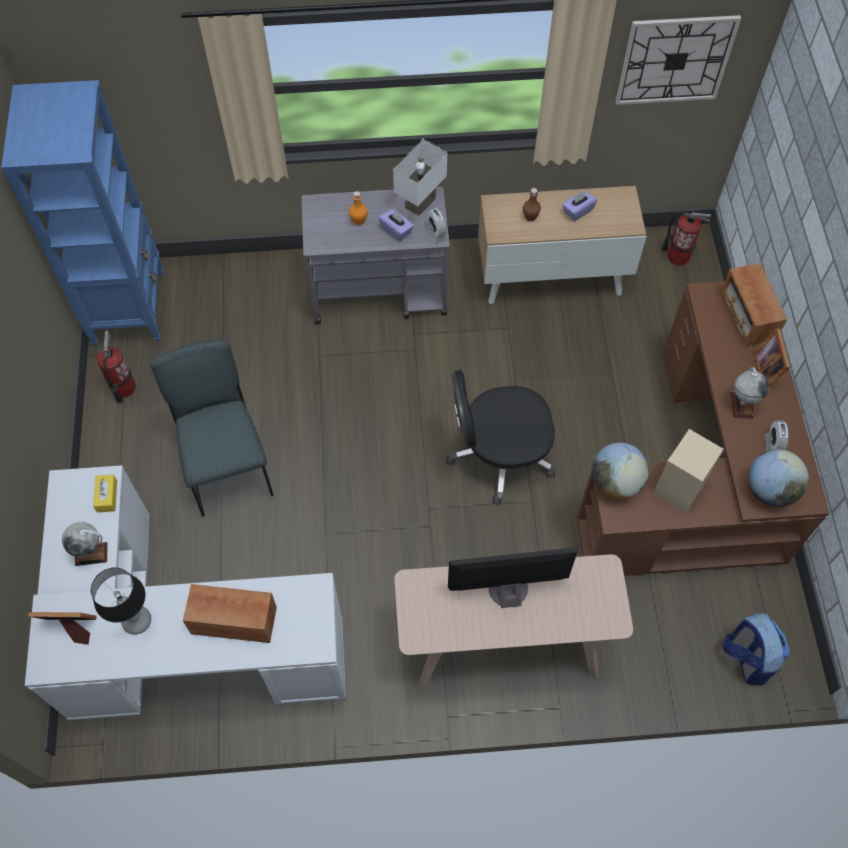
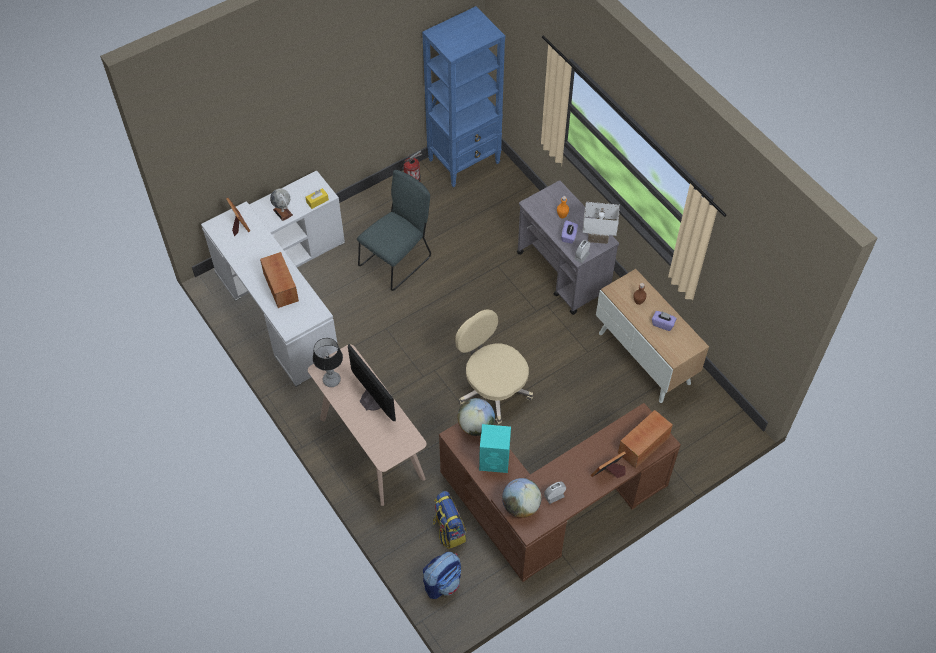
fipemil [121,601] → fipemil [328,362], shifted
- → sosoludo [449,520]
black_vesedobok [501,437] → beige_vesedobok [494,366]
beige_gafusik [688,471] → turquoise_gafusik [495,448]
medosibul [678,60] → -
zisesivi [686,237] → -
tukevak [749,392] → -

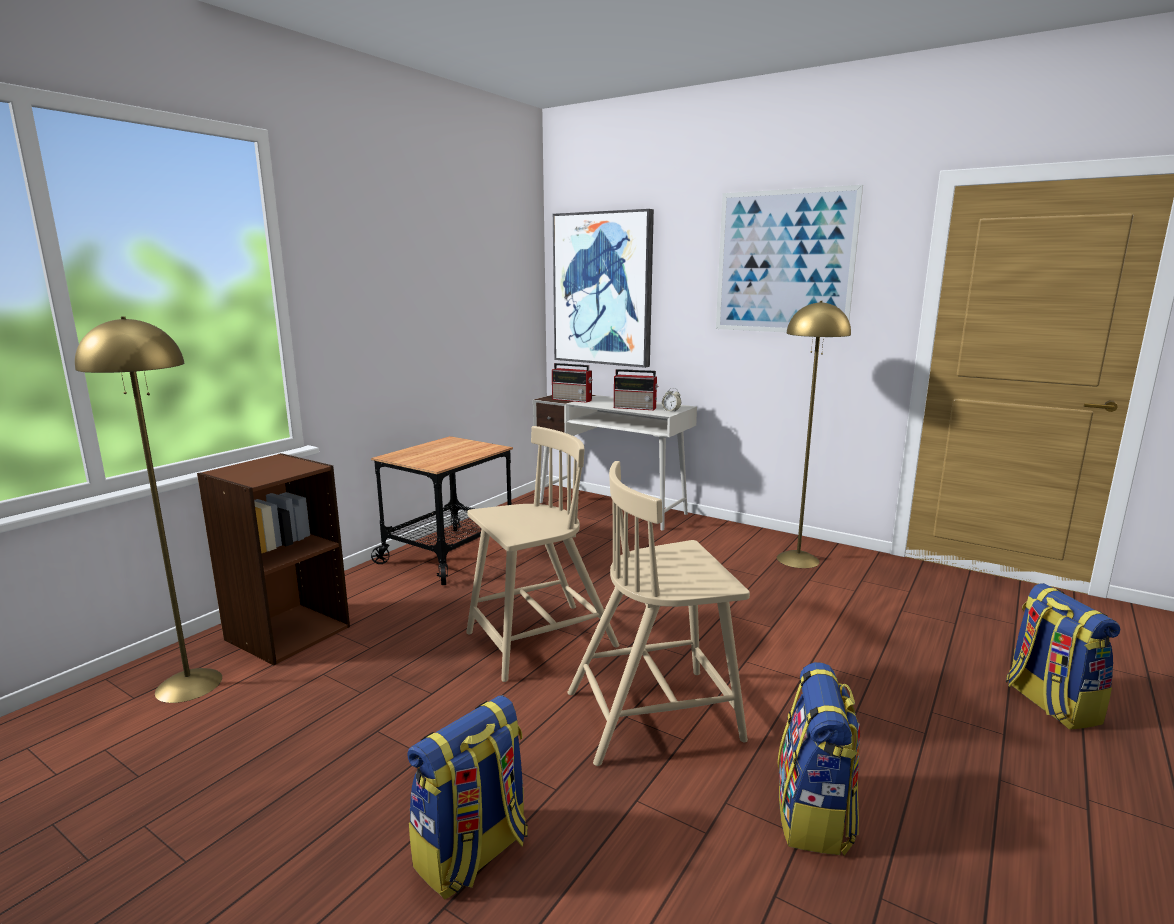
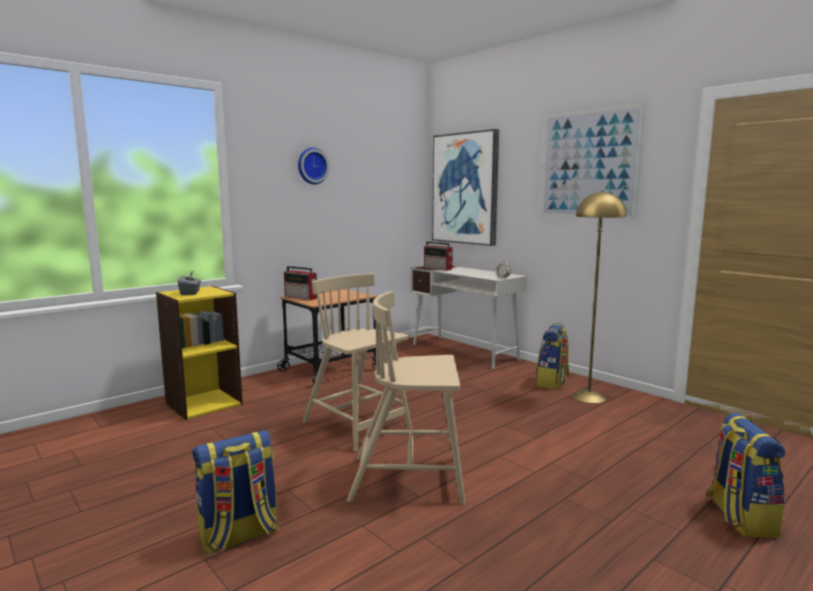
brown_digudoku [273,559] → yellow_digudoku [199,353]
- → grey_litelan [189,283]
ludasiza [636,389] → ludasiza [300,283], shifted
- → medosibul [313,166]
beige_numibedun [542,554] → beige_numibedun [357,362], 120 degrees counterclockwise
sosoludo [818,758] → sosoludo [552,356], shifted
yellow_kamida [148,509] → -

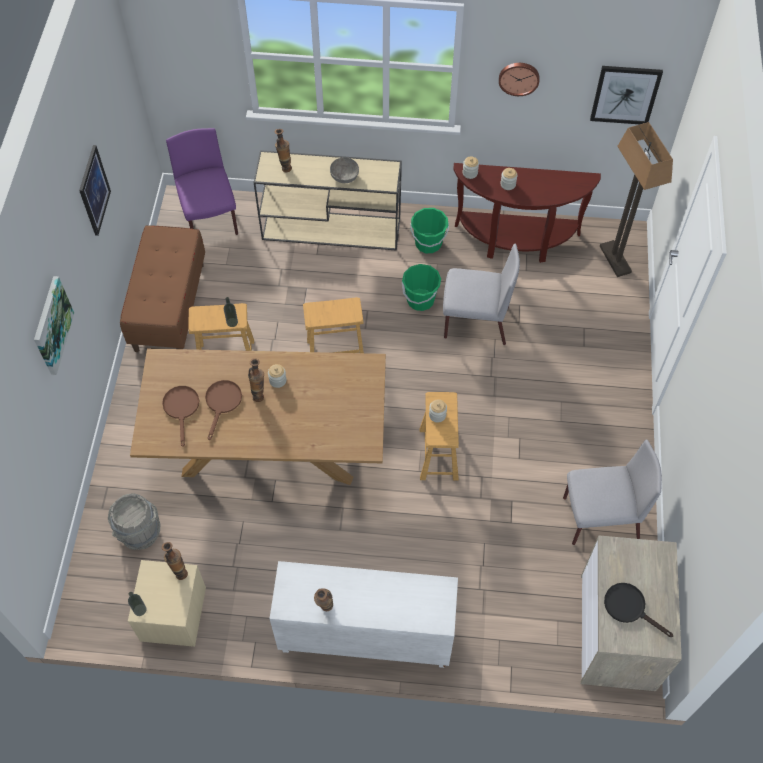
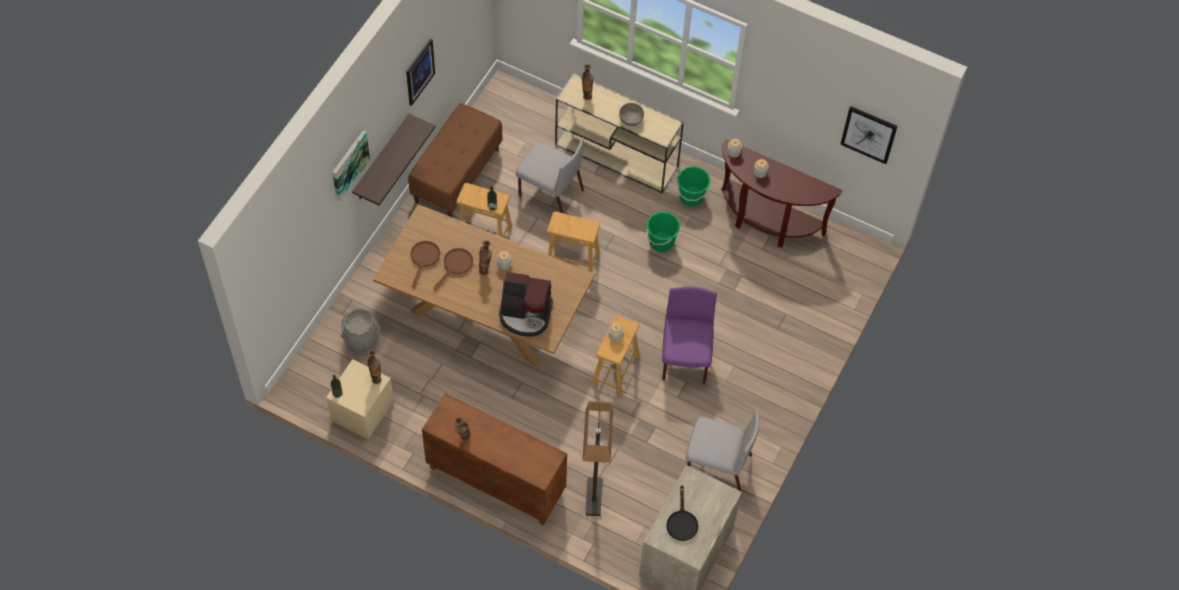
- → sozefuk [393,160]
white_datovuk [363,614] → brown_datovuk [494,459]
- → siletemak [526,304]
grey_numibedun [481,294] → grey_numibedun [550,175], shifted
kamida [636,199] → kamida [597,458], shifted
purple_numibedun [202,181] → purple_numibedun [689,335], shifted
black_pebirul [638,610] → black_pebirul [682,513], 150 degrees counterclockwise
medosibul [519,79] → -

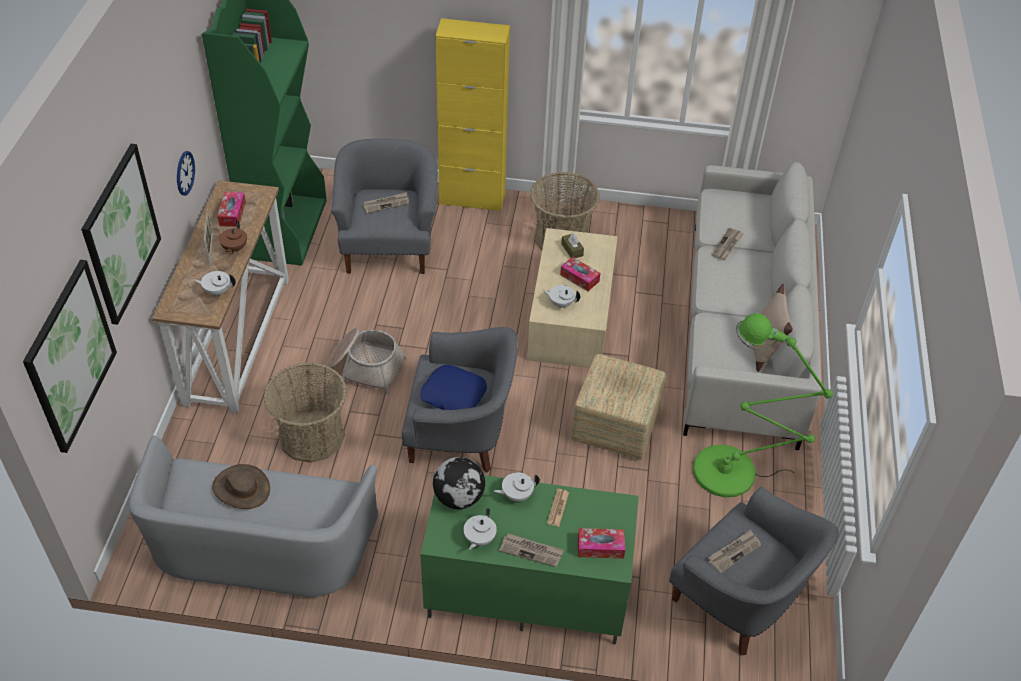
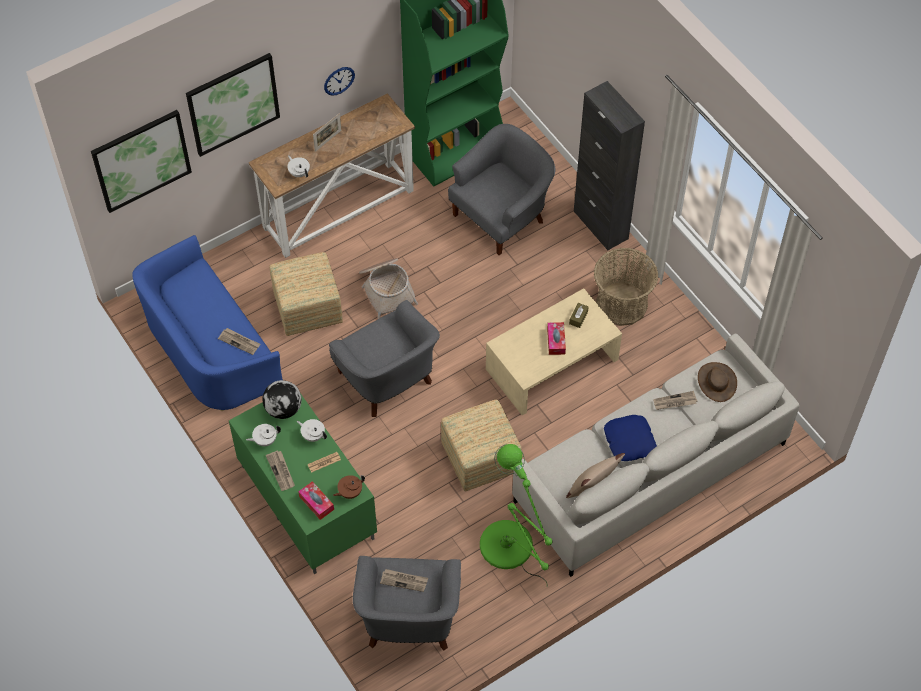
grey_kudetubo [253,516] → blue_kudetubo [207,323]
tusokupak [386,202] → tusokupak [239,341], shifted
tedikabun [305,412] → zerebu [306,294]
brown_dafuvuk [233,236] → brown_dafuvuk [349,487], shifted
yellow_datovuk [472,115] → black_datovuk [609,166]
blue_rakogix [453,387] → blue_rakogix [630,438], shifted
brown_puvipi [241,486] → brown_puvipi [717,382], shifted
litelan [231,209] → -
white_dafuvuk [561,296] → -

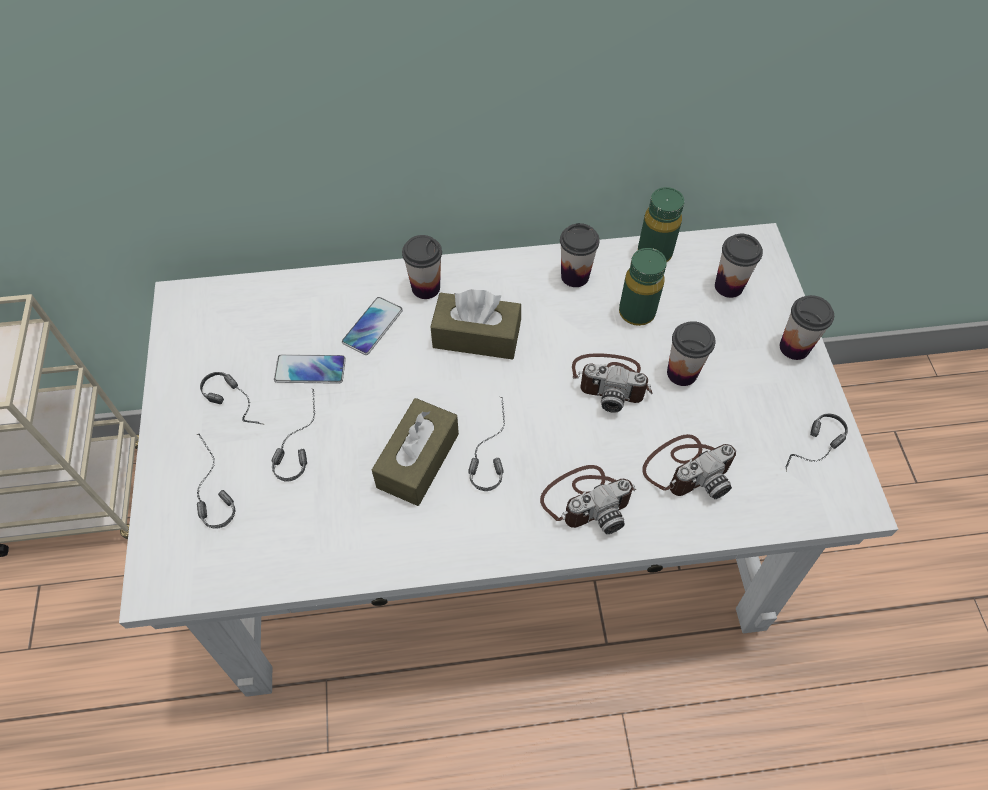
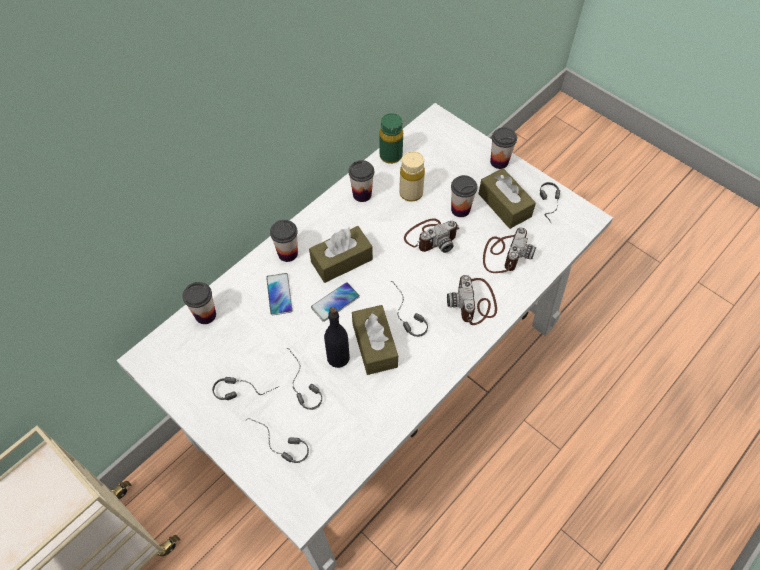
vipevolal [739,266] → vipevolal [199,303], shifted
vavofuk [310,369] → vavofuk [335,302], shifted
- → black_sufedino [337,337]
green_sufedino [643,287] → beige_sufedino [412,176]
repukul [588,499] → repukul [472,300], 150 degrees clockwise
- → brown_litelan [507,198]

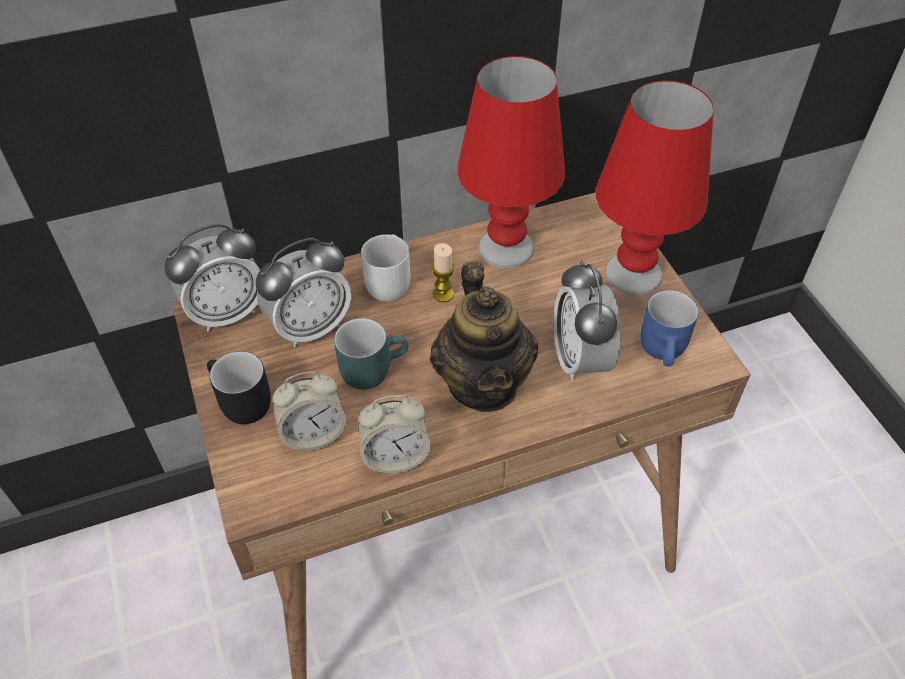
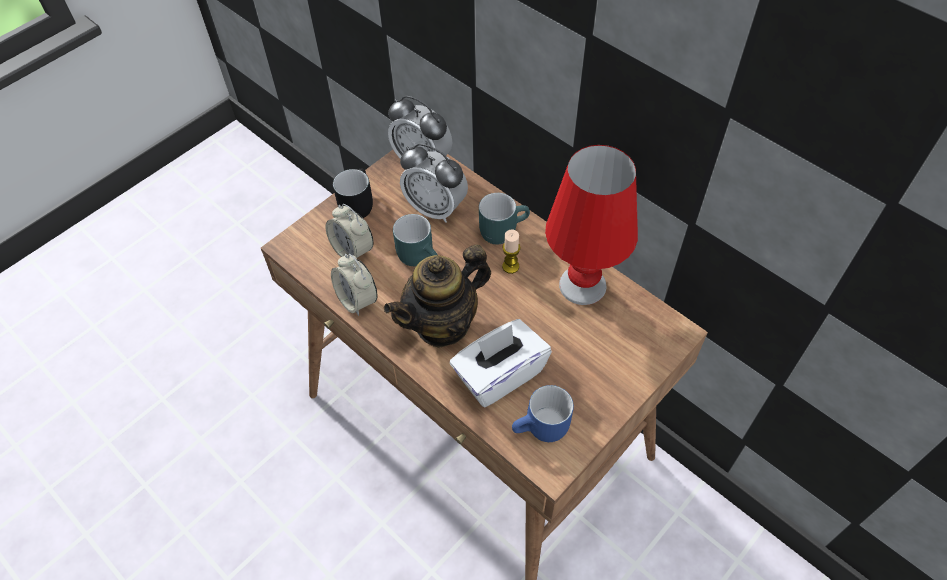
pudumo [587,321] → white_litelan [501,363]
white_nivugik [385,267] → turquoise_nivugik [504,219]
red_fipemil [654,187] → -

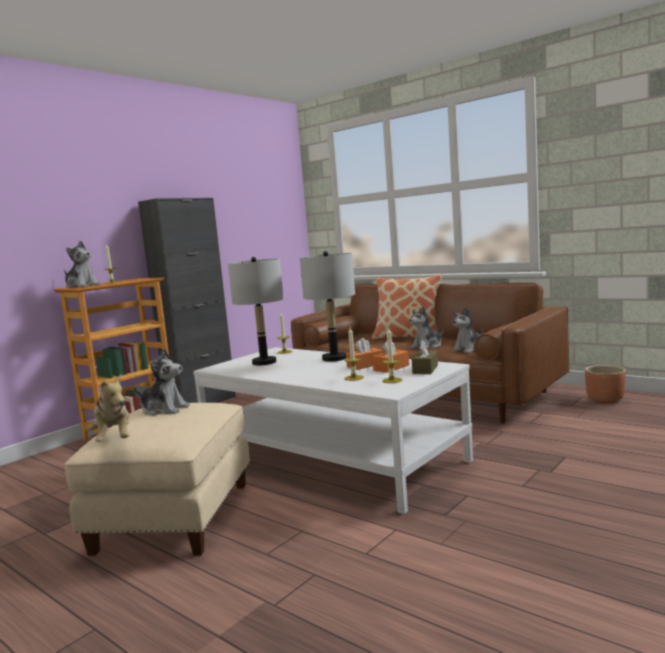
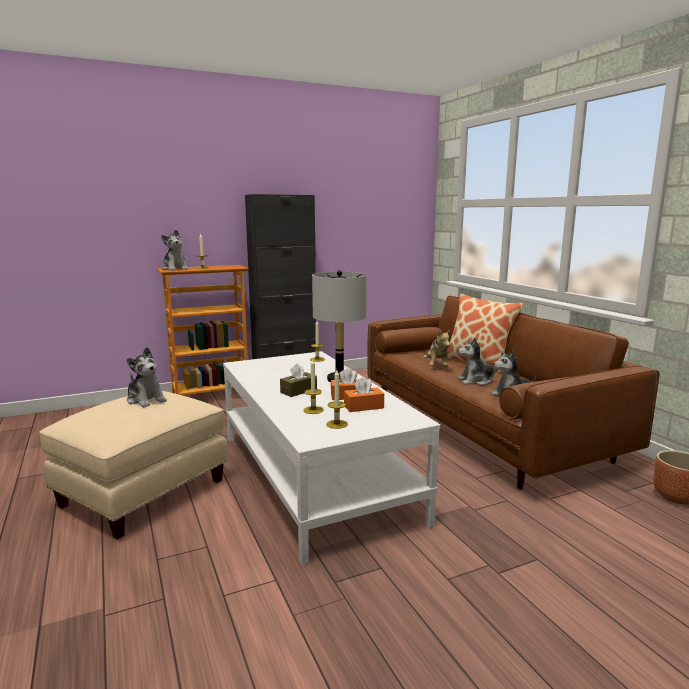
brown_litelan [425,357] → brown_litelan [298,380], shifted
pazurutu [108,408] → pazurutu [436,348], shifted
grey_fipemil [256,311] → -

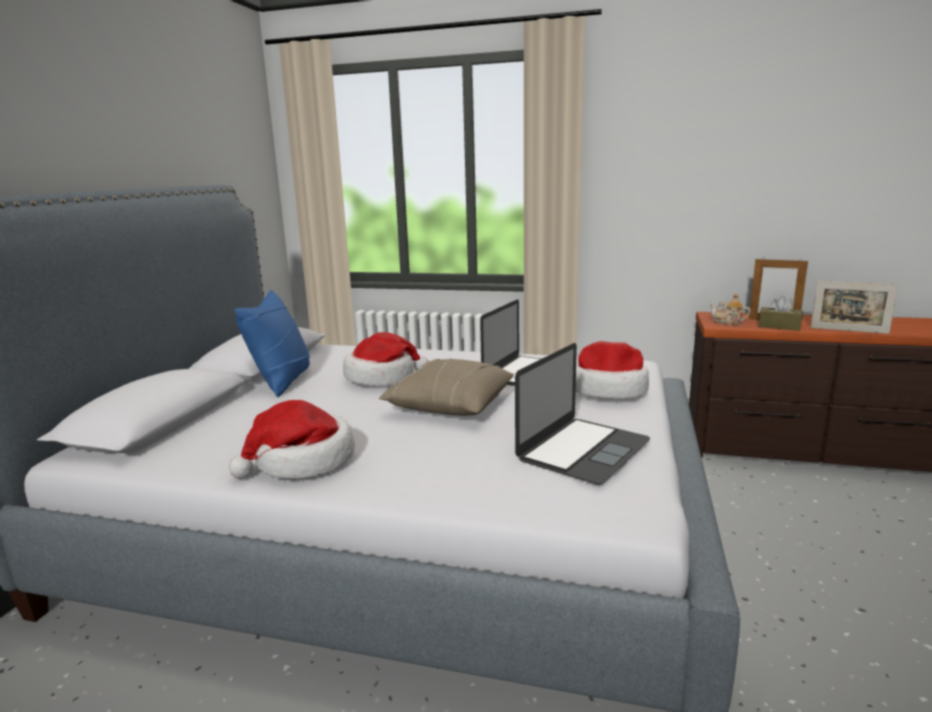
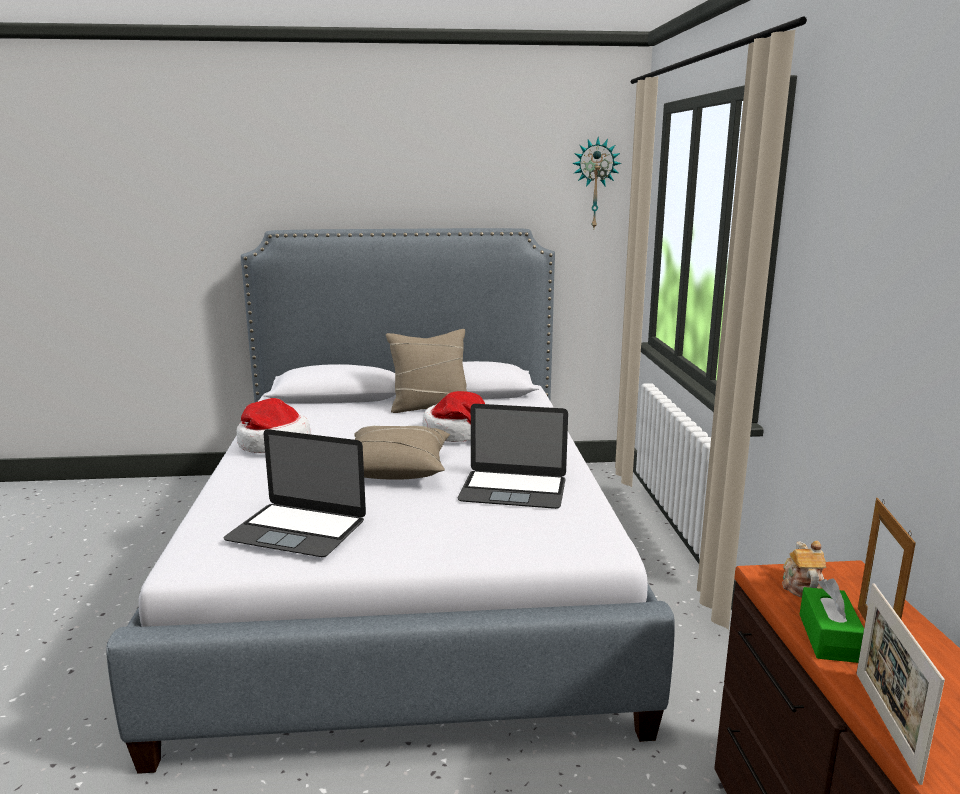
blue_rakogix [272,343] → beige_rakogix [426,371]
- → medosibul [596,182]
brown_litelan [780,313] → green_litelan [832,620]
puvipi [612,370] → -

